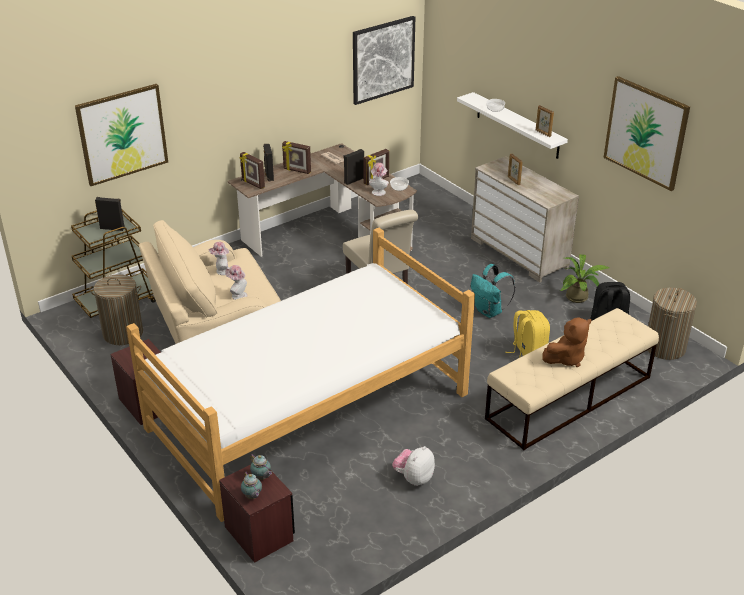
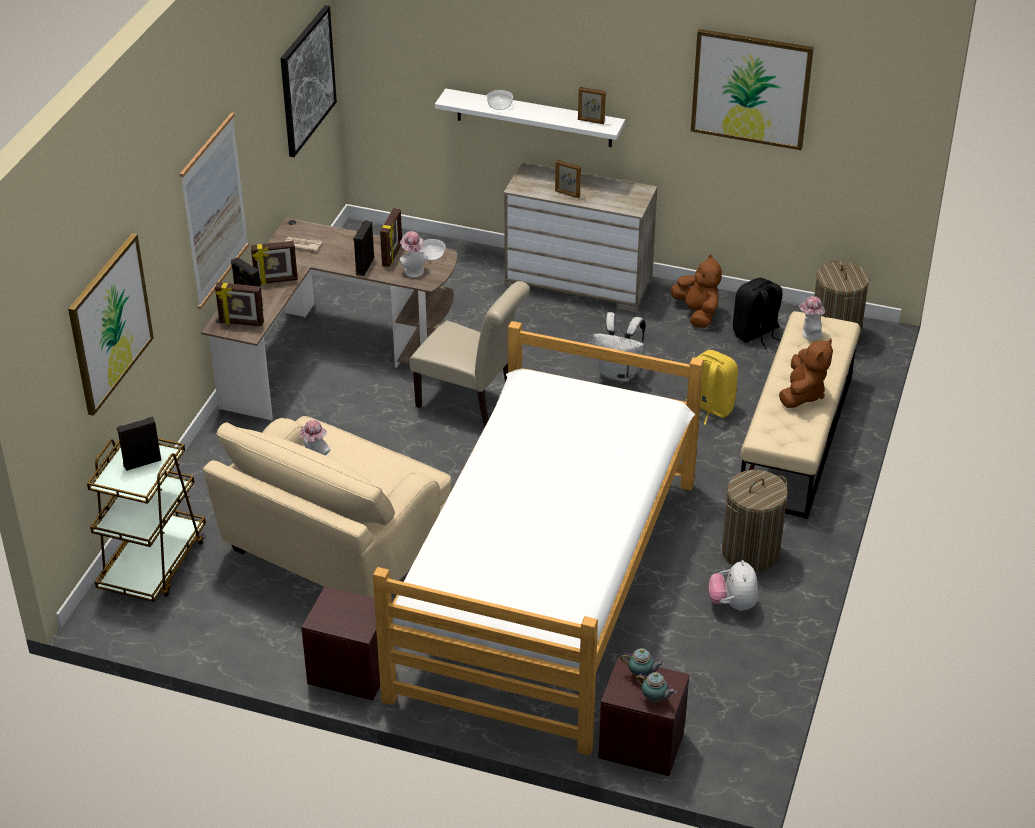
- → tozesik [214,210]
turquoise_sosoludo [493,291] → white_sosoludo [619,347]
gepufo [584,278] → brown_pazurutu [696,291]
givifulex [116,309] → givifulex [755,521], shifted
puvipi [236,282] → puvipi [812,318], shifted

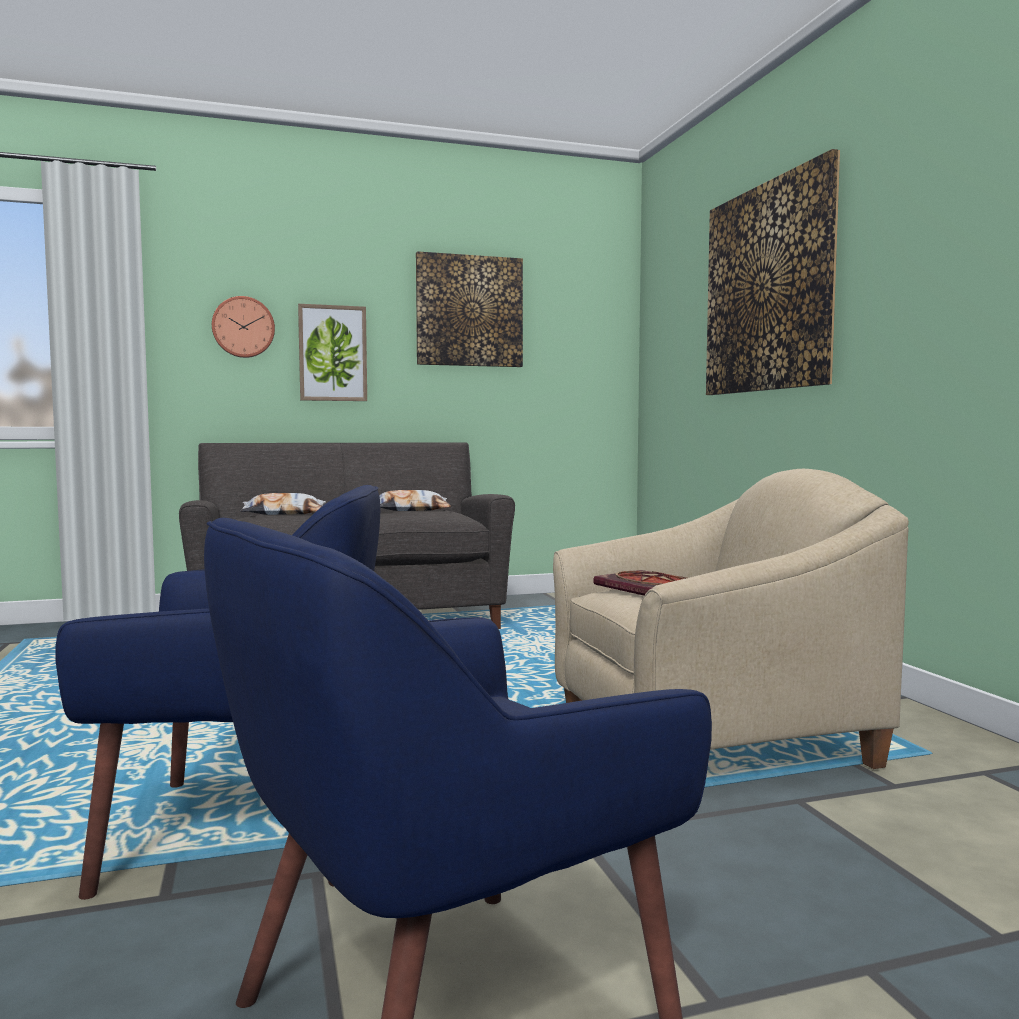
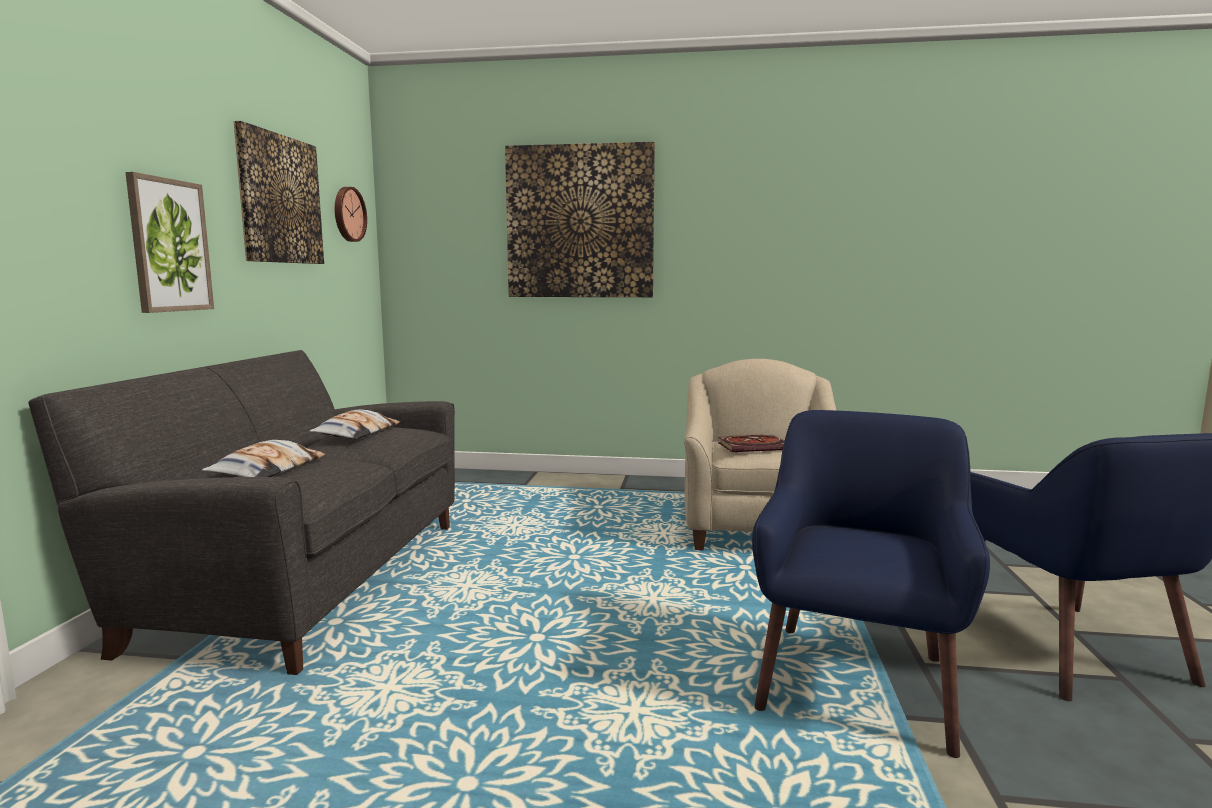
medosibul [243,327] → medosibul [351,214], shifted

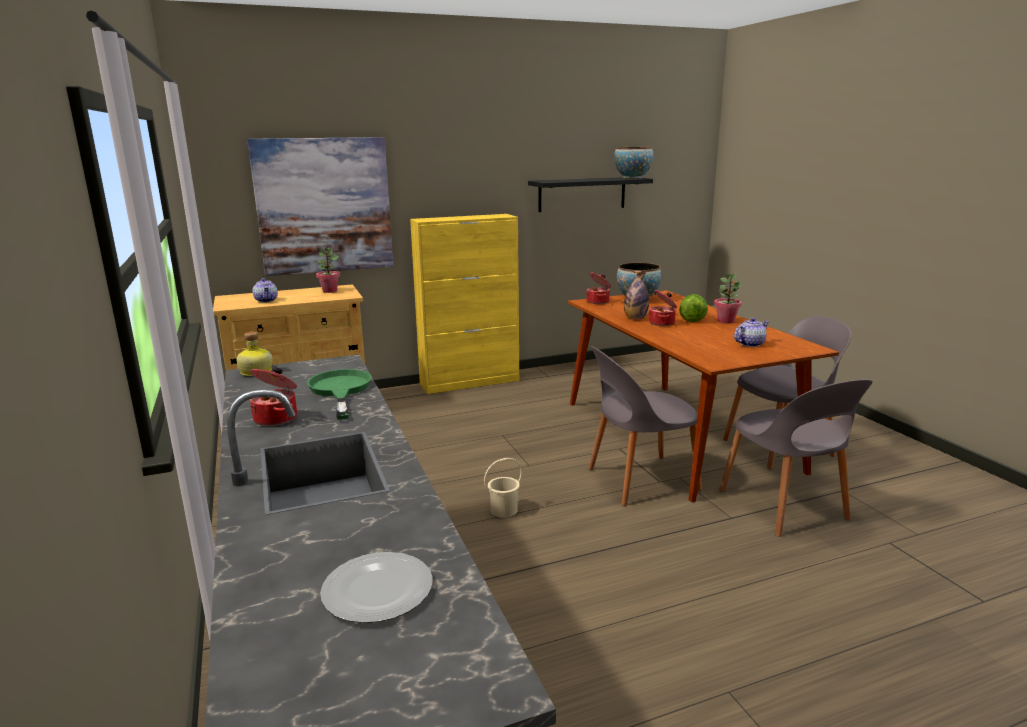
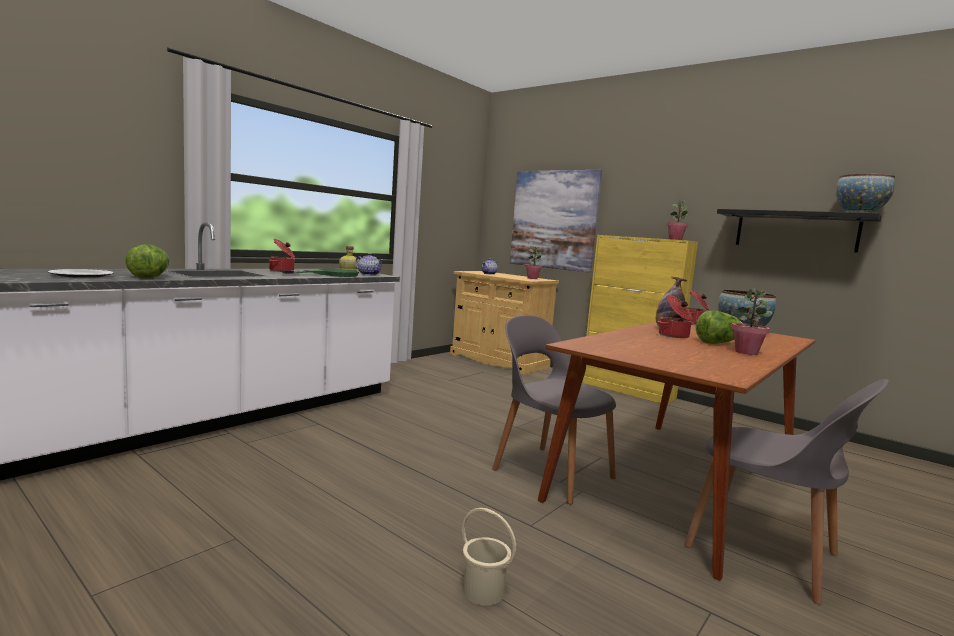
- → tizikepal [147,261]
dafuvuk [751,332] → dafuvuk [369,264], shifted
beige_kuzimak [503,488] → beige_kuzimak [489,557], shifted
- → gepufo [677,220]
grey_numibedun [795,458] → -

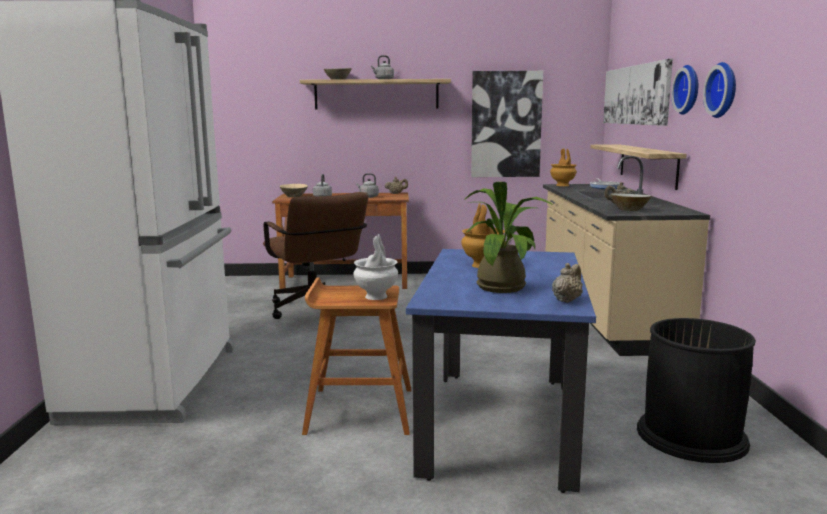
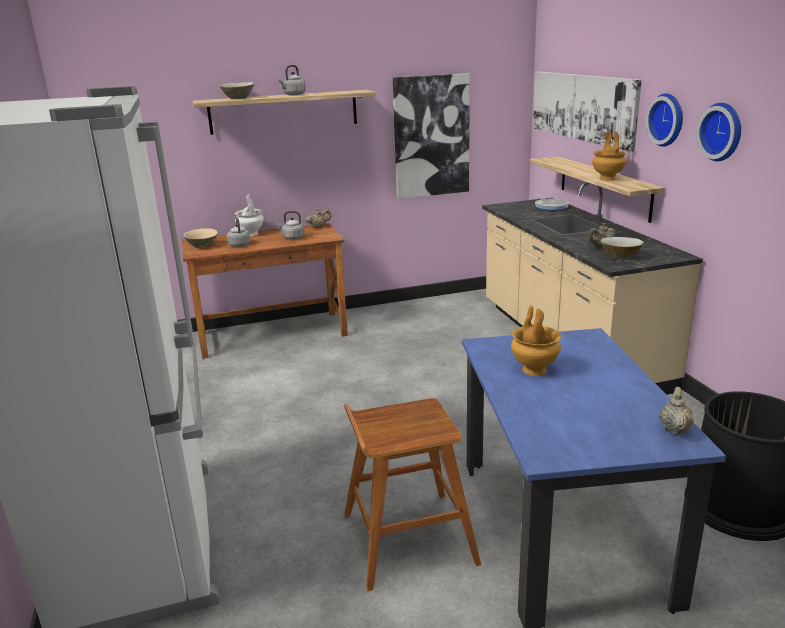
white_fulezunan [375,267] → white_fulezunan [249,215], shifted
brown_fulezunan [563,167] → brown_fulezunan [609,156], shifted
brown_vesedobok [316,255] → -
gepufo [509,237] → -

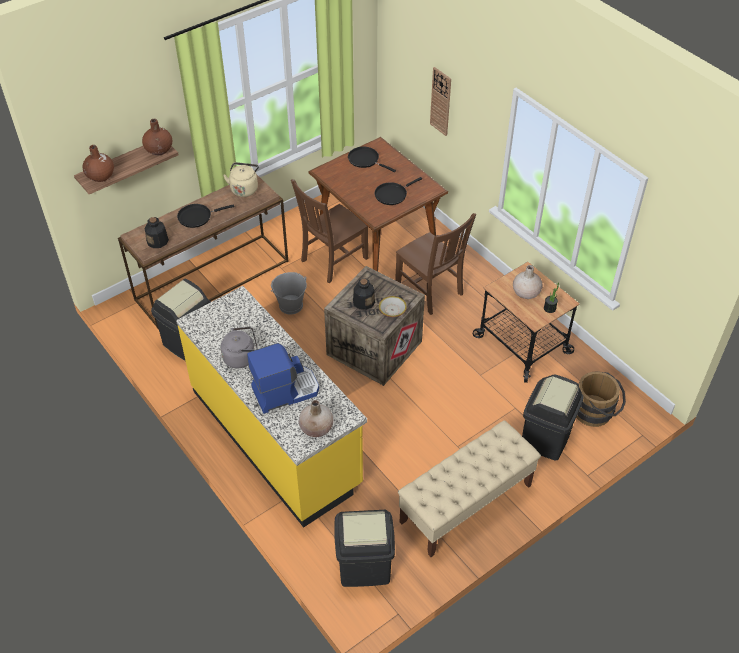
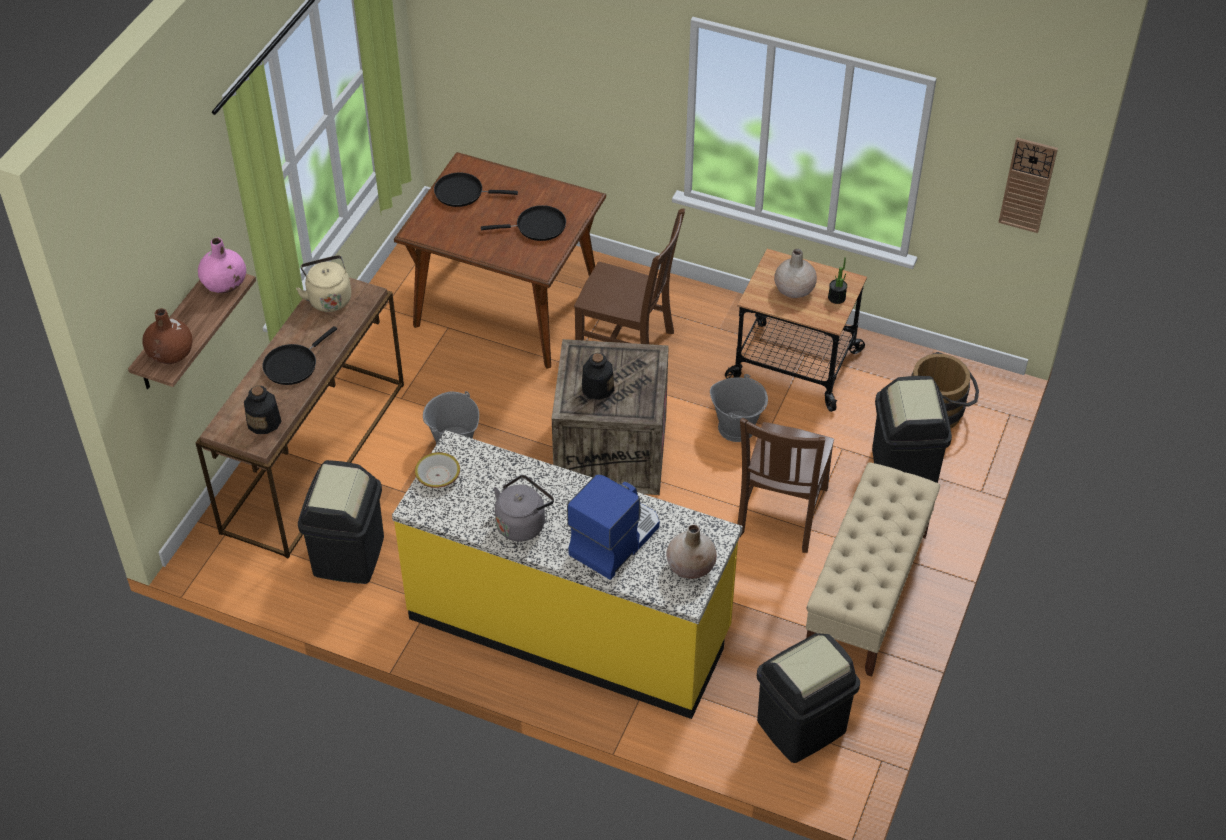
brown_fulezunan [157,137] → pink_fulezunan [222,265]
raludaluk [393,306] → raludaluk [437,470], shifted
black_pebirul [398,191] → black_pebirul [523,223], 120 degrees counterclockwise
- → grey_kuzimak [739,408]
brown_numibedun [329,231] → brown_numibedun [785,485], shifted
medosibul [440,101] → medosibul [1028,185], shifted

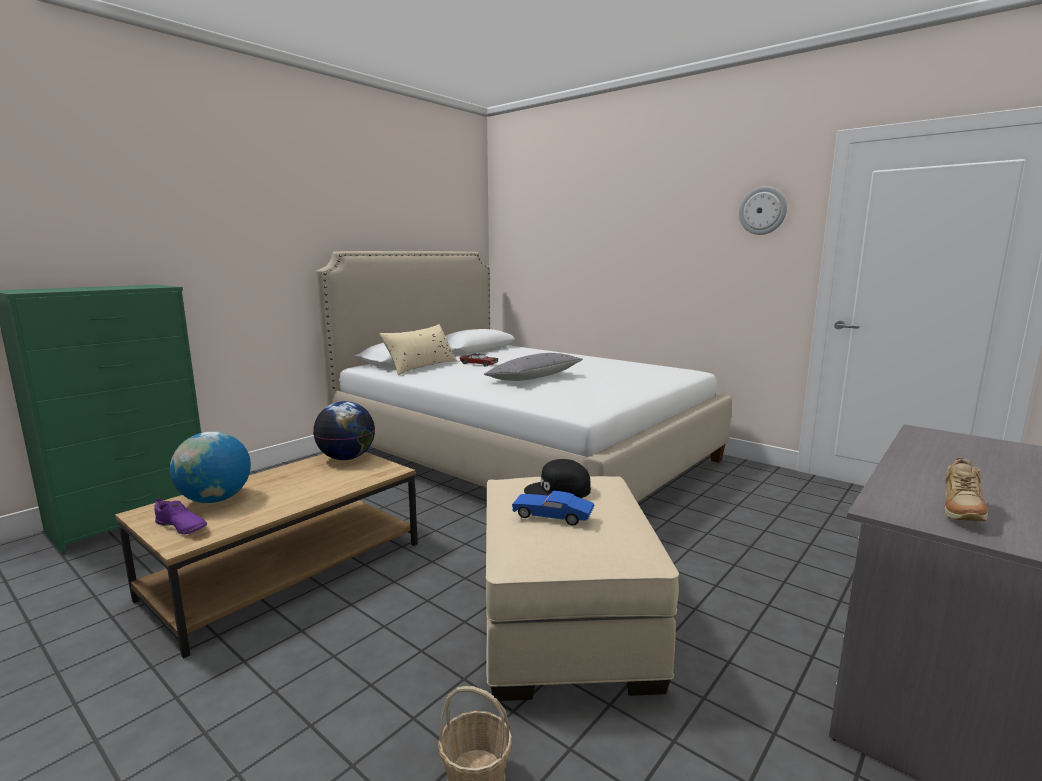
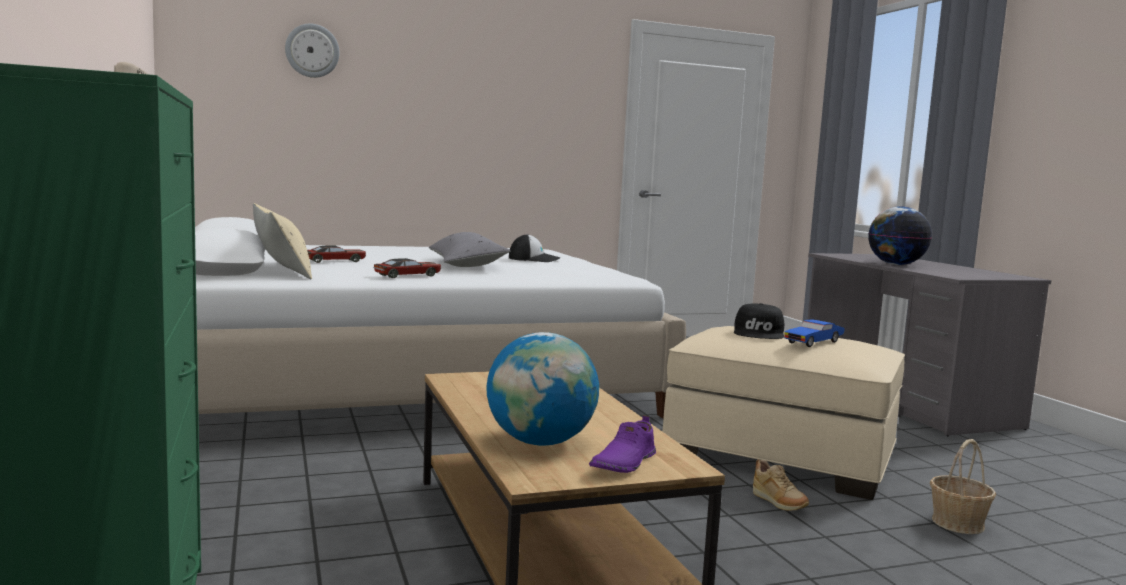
medosibul [763,210] → medosibul [312,51], shifted
- → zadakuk [407,268]
- → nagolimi [535,248]
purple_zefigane [180,515] → purple_zefigane [622,444], 150 degrees clockwise
beige_zefigane [966,489] → beige_zefigane [781,485], shifted
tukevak [344,430] → tukevak [900,235], shifted

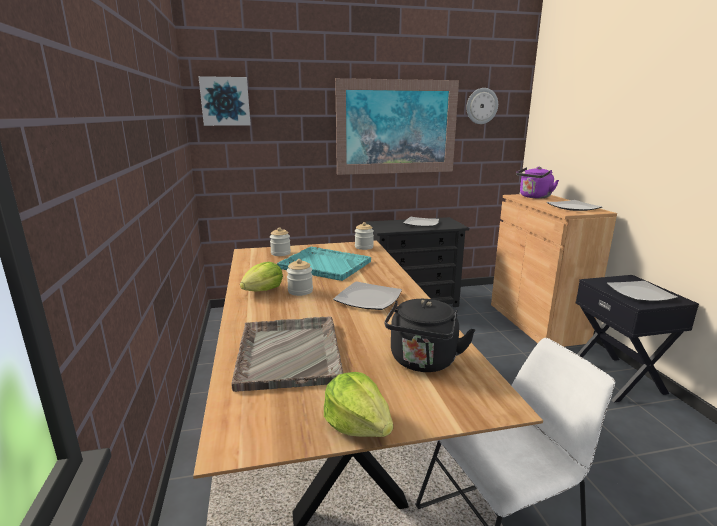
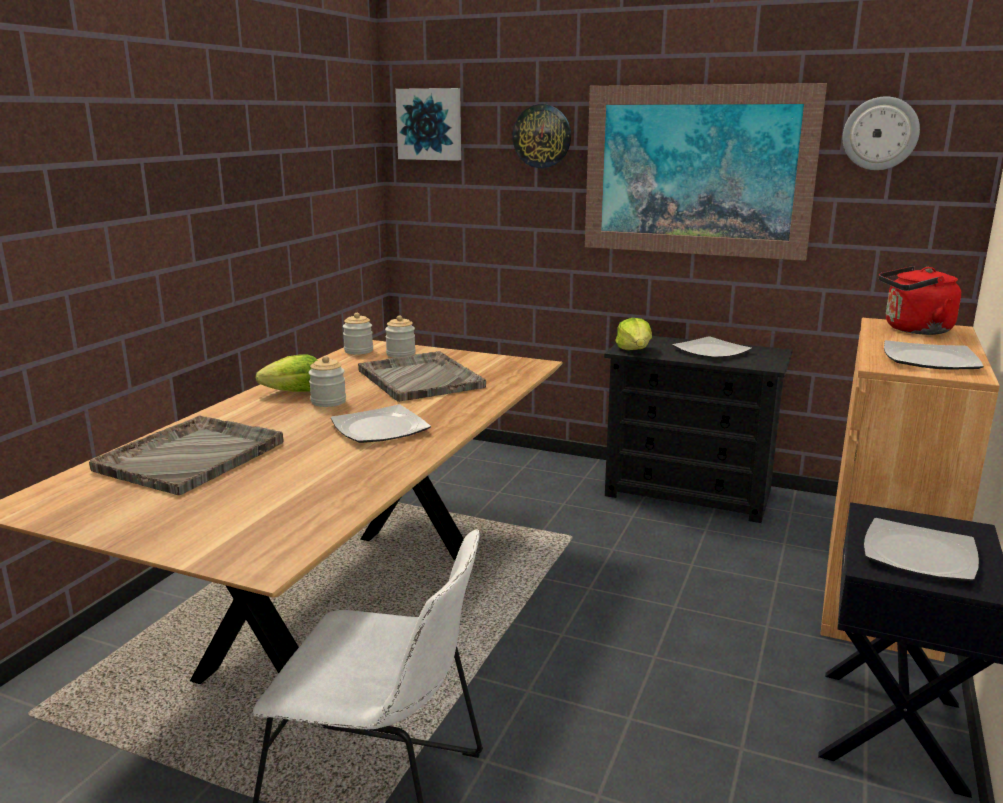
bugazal [364,236] → bugazal [358,333], shifted
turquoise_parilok [324,263] → grey_parilok [422,376]
- → medosibul [541,136]
tizikepal [358,404] → tizikepal [633,334], shifted
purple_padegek [537,182] → red_padegek [920,300]
black_padegek [429,335] → -

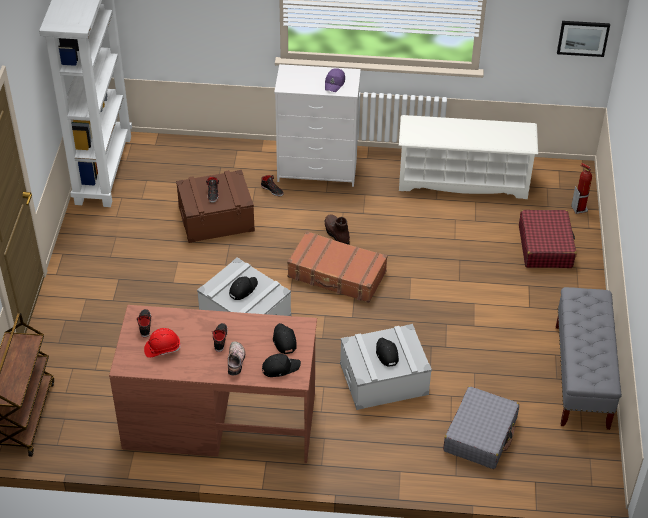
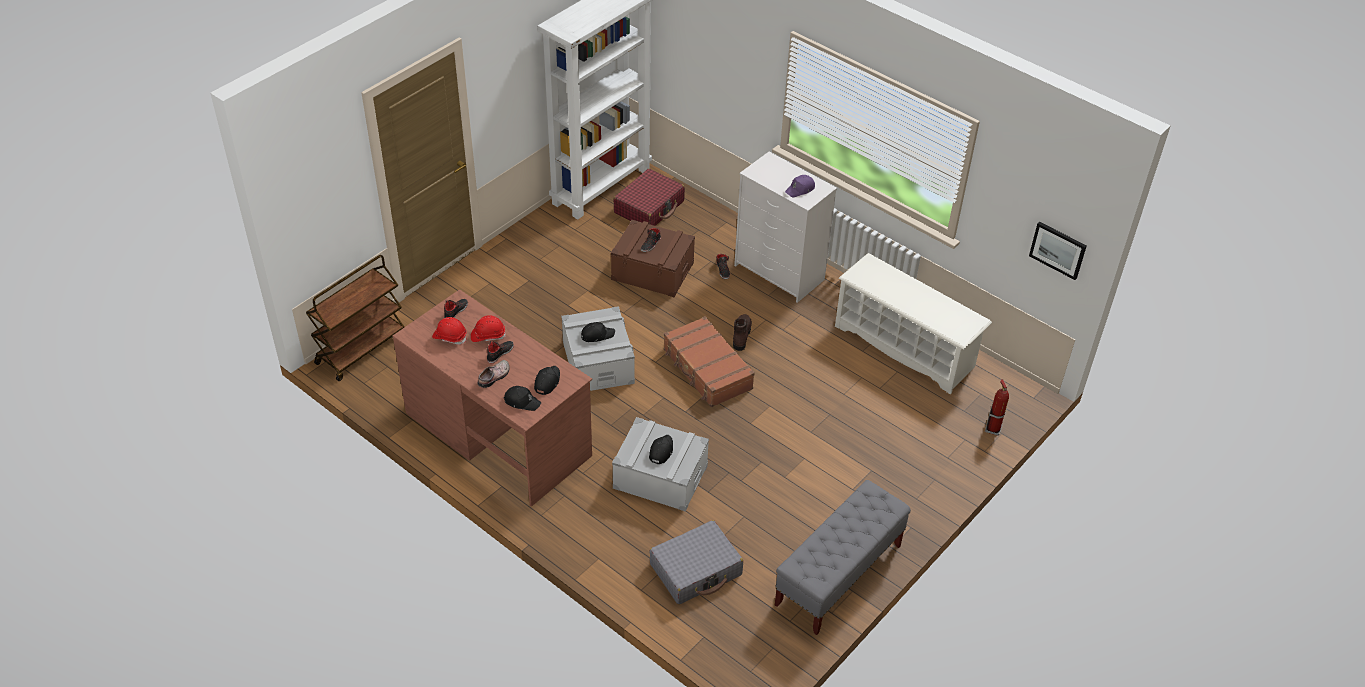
- → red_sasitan [488,328]
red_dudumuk [548,239] → red_dudumuk [649,197], shifted

